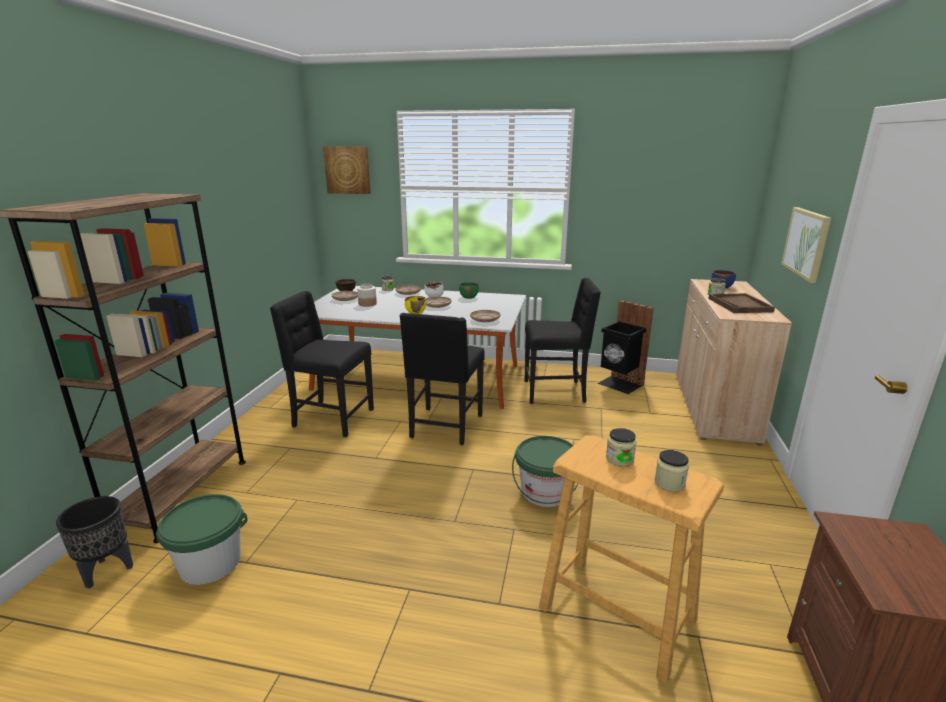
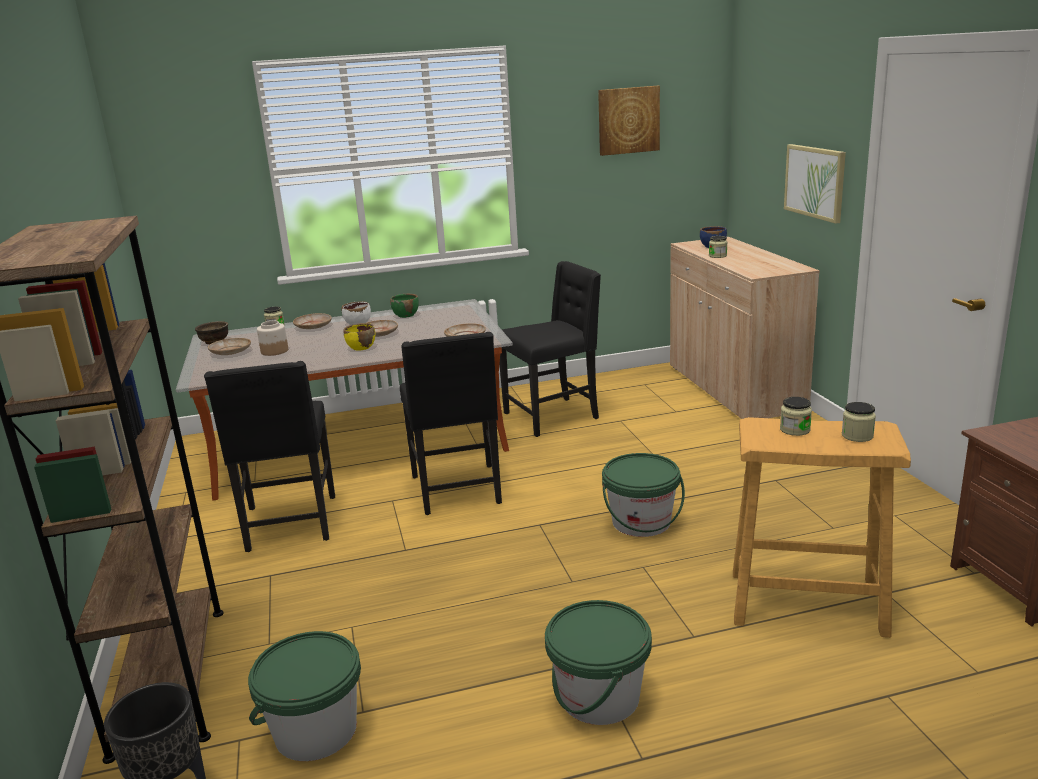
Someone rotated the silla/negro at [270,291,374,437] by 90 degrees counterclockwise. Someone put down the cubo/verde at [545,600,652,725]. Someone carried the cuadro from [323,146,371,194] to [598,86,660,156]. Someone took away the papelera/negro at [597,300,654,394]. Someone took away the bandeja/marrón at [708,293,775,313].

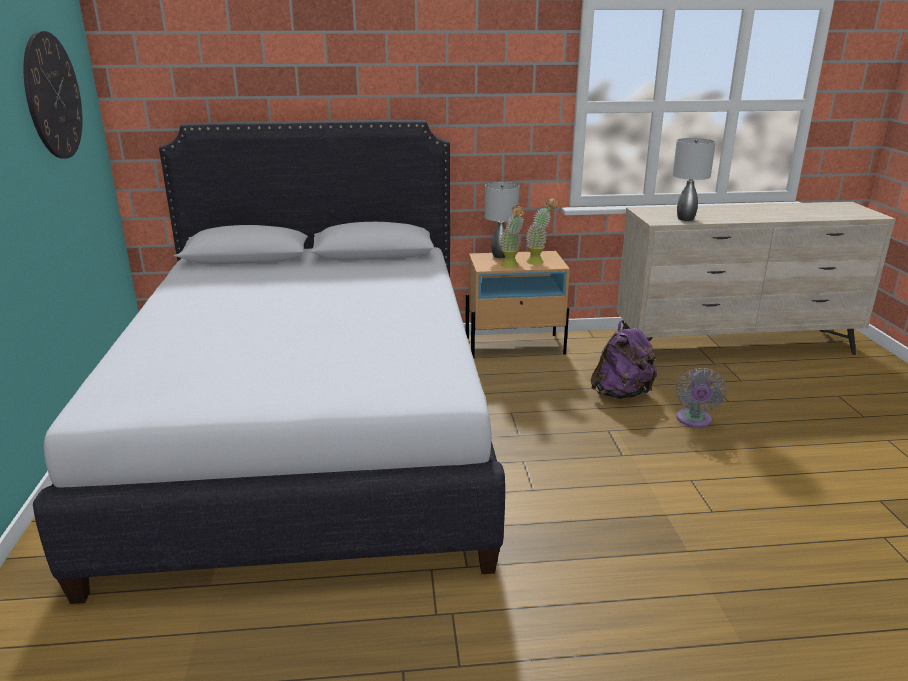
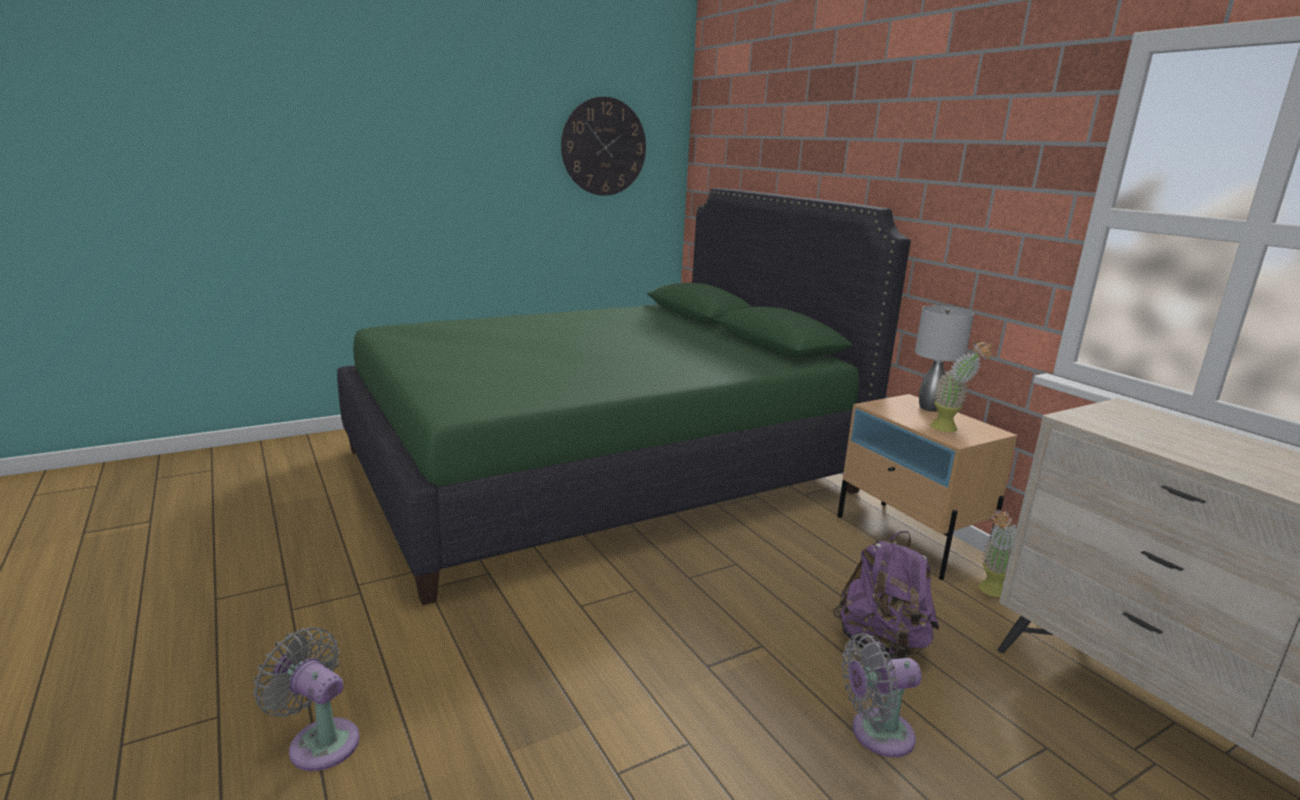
Someone put down the ventilador/gris at [253,627,360,771]. Someone repainted the cama/blanco at [33,120,505,604], which became the cama/verde at [337,188,911,605]. Someone carried the planta en maceta from [500,205,525,268] to [979,509,1016,597]. Someone took away the lámpara de mesa/gris at [672,138,716,221].

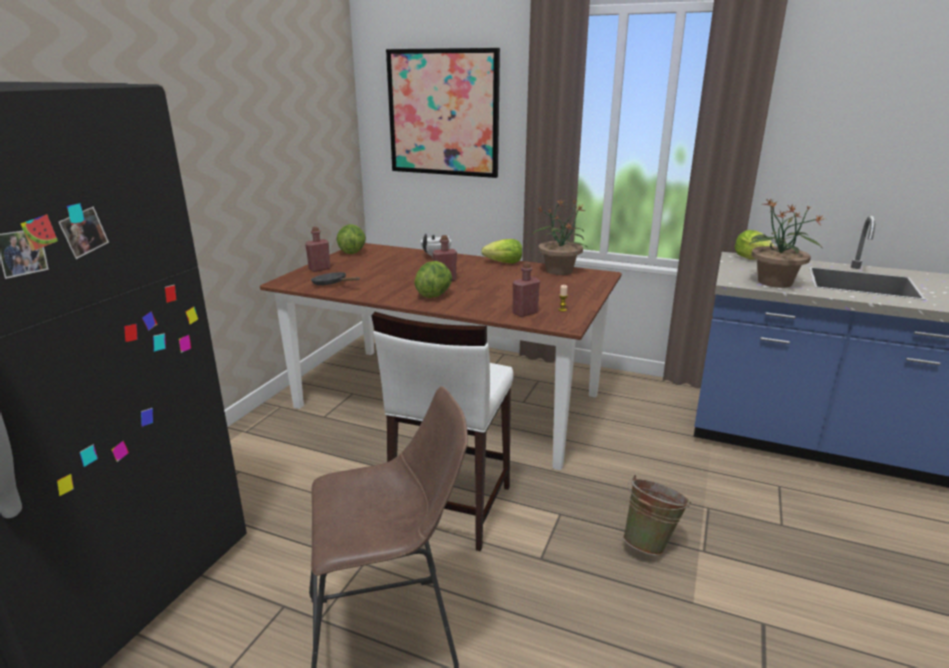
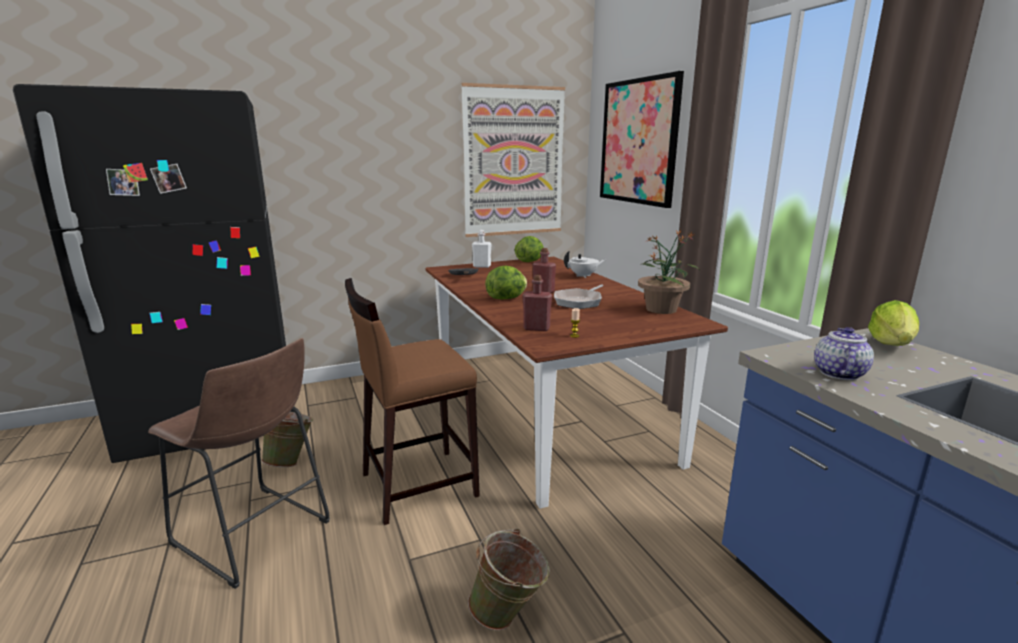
Someone put down the cubo/verde at [261,412,313,467]. Someone repainted the taburete/blanco at [371,312,514,551], which became the taburete/marrón at [345,278,480,525]. Someone put up the cuadro at [461,83,565,237]. Someone repainted the botella/rojo at [305,227,330,272], which became the botella/blanco at [472,230,492,268]. Someone put down the sartén at [554,284,603,309]. Someone swapped the planta en maceta at [749,199,823,288] for the tetera at [814,327,874,380]. Someone took away the lechuga at [481,239,522,264].

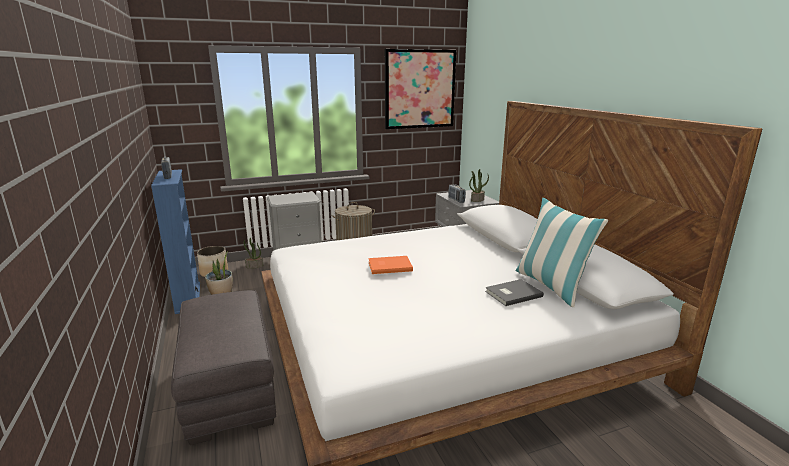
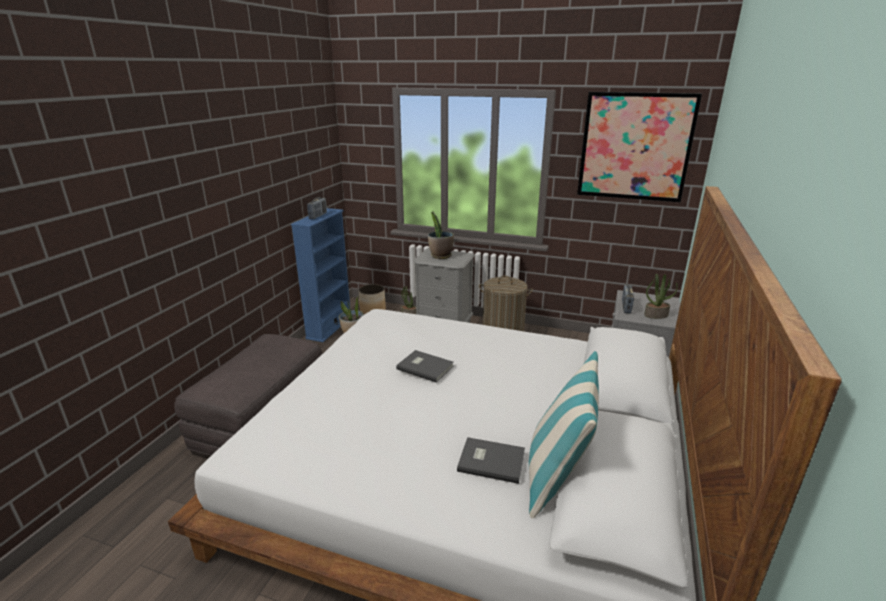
Someone repainted the libro/naranja at [368,256,413,274], which became the libro/gris at [396,350,454,383]. Someone put down the planta en maceta at [428,210,454,259].

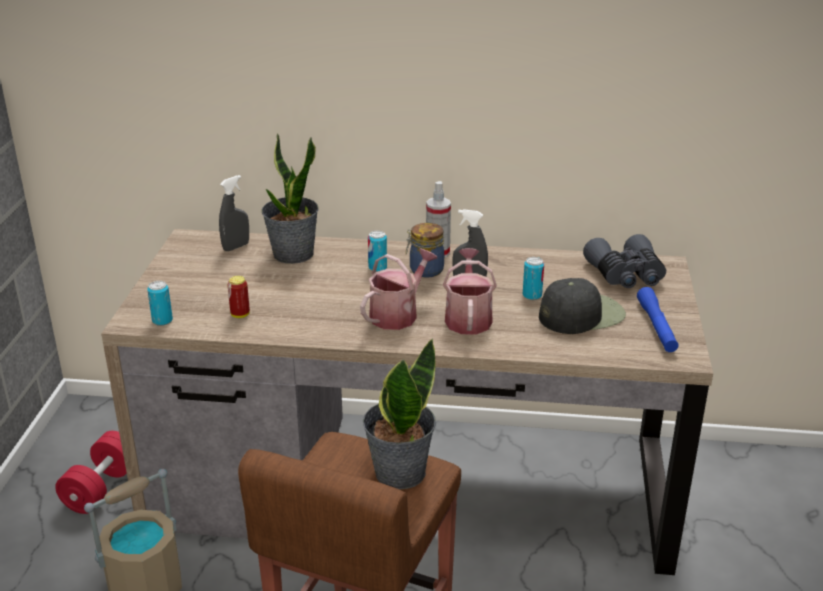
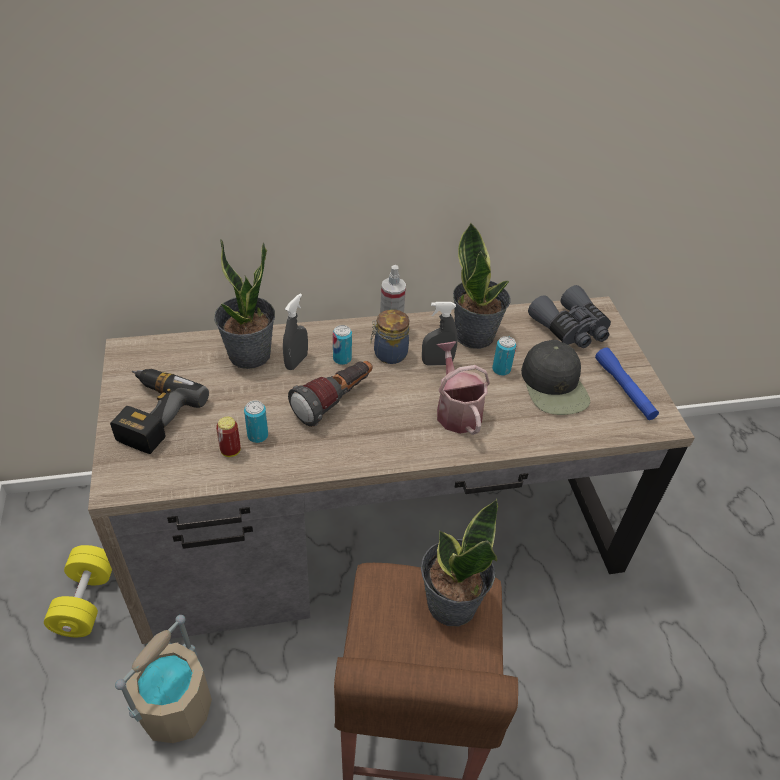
Someone repainted the mancuerna/rojo at [55,431,127,514], which became the mancuerna/amarillo at [44,545,112,637]. Someone put down the taladro at [110,369,209,454]. Someone carried the lata from [147,281,173,326] to [244,400,268,443]. Someone carried the pulverizador/gris from [219,175,249,251] to [283,293,308,370]. Someone put down the linterna at [288,361,373,427]. Someone put down the planta en maceta at [453,223,511,349]. Someone rotated the gorra/negro at [539,278,626,334] by 120 degrees clockwise. Someone took away the regadera at [360,248,437,330].

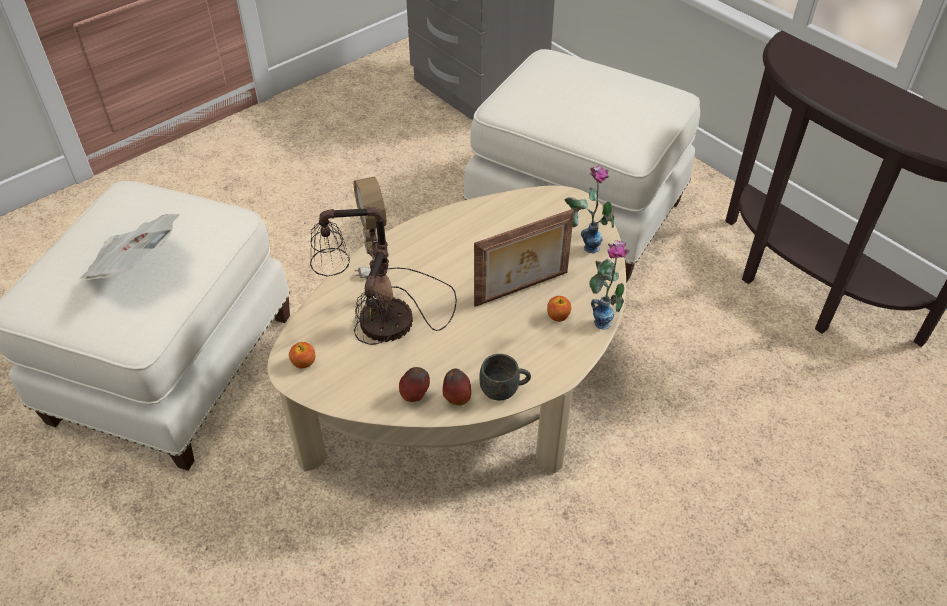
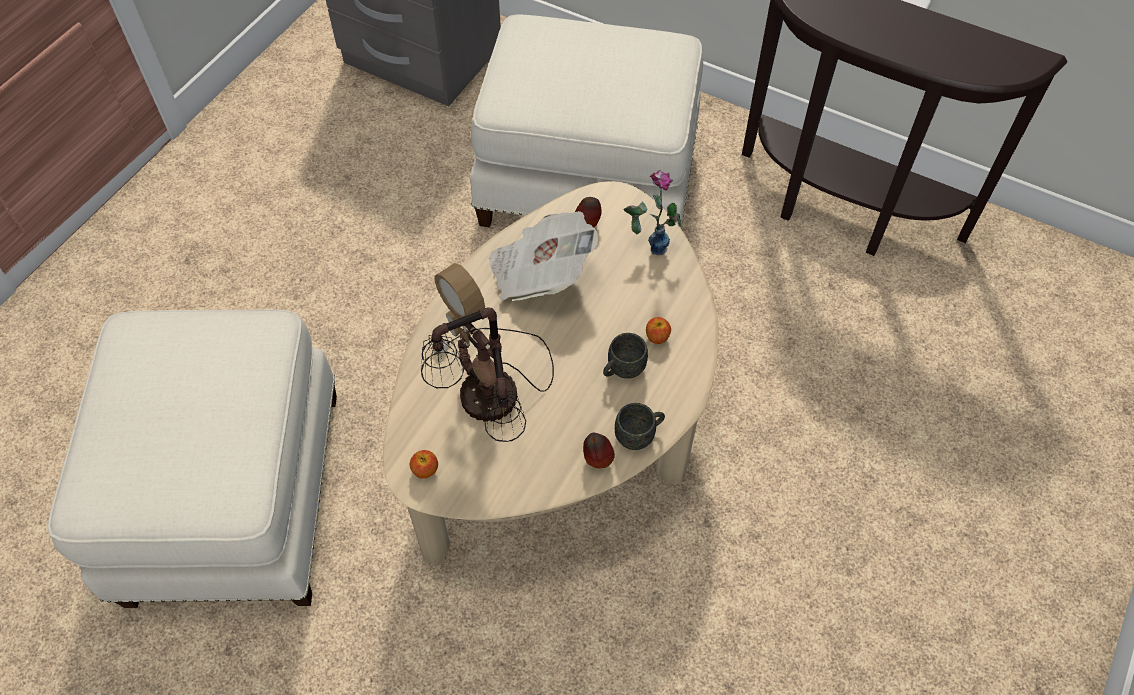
Someone carried the periódico from [80,214,179,280] to [489,211,598,301]. Someone carried the manzana from [399,367,430,402] to [575,197,602,227]. Someone put down the taza grande/gris at [603,333,648,379]. Someone took away the portarretratos at [474,209,574,307]. Someone took away the florero at [589,240,630,330].

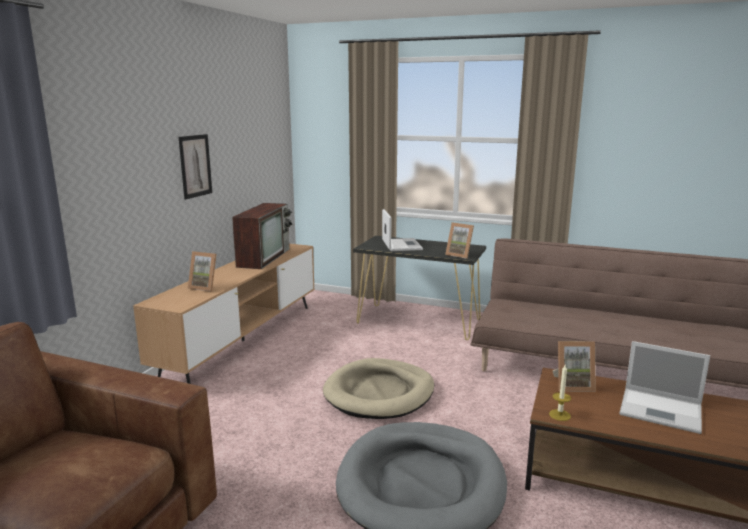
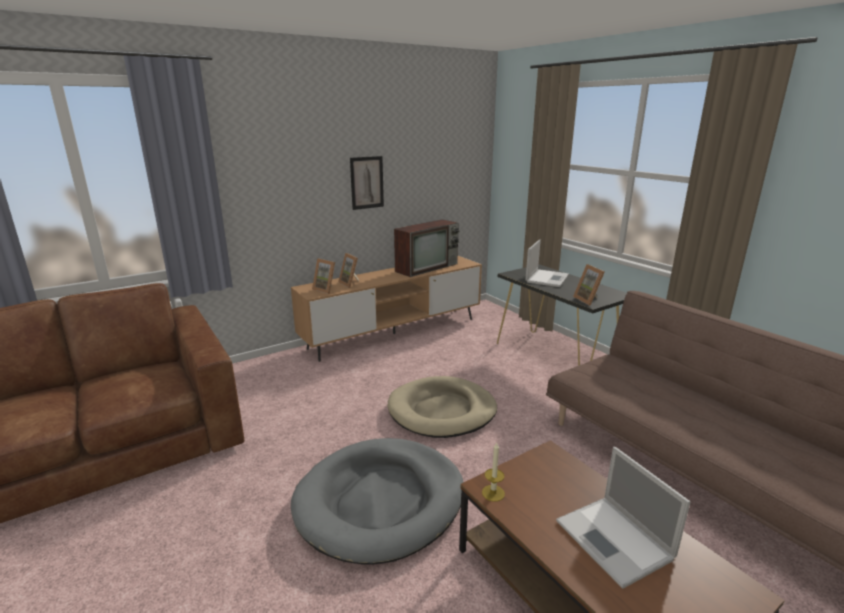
Someone carried the portarretratos from [553,341,596,392] to [312,258,335,294].

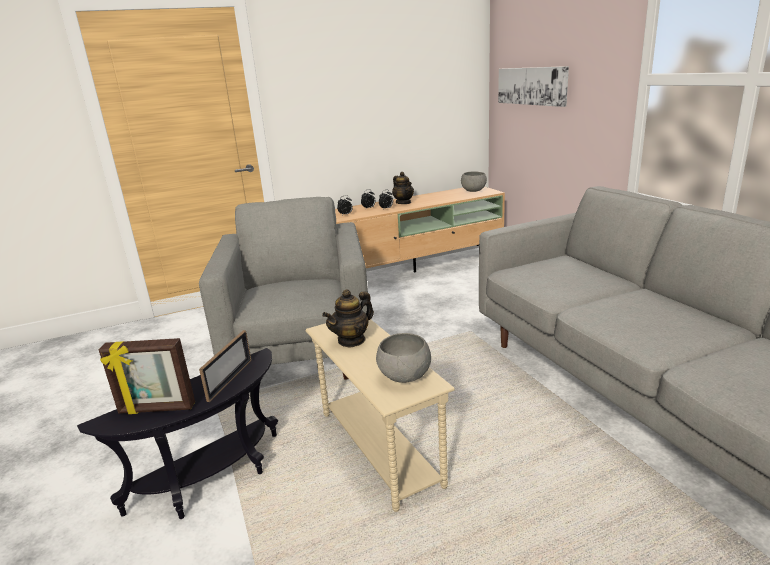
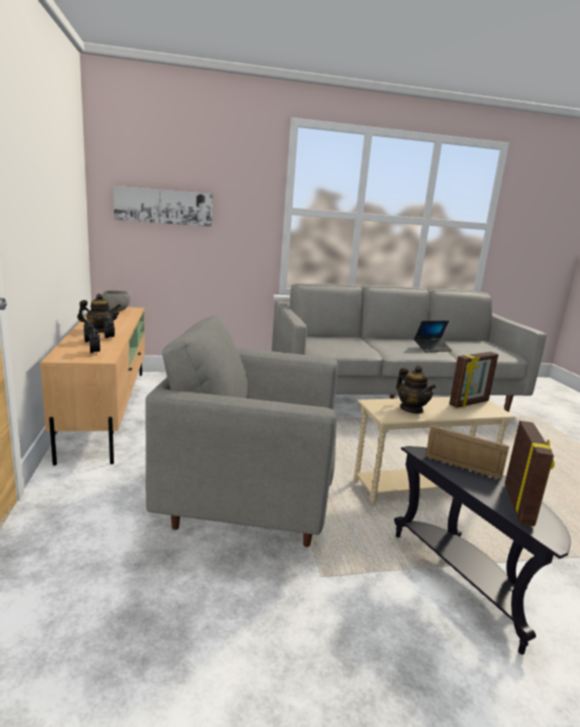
Someone put down the portátil at [414,321,452,352]. Someone swapped the cuenco/gris at [376,333,431,383] for the portarretratos at [449,352,499,408].

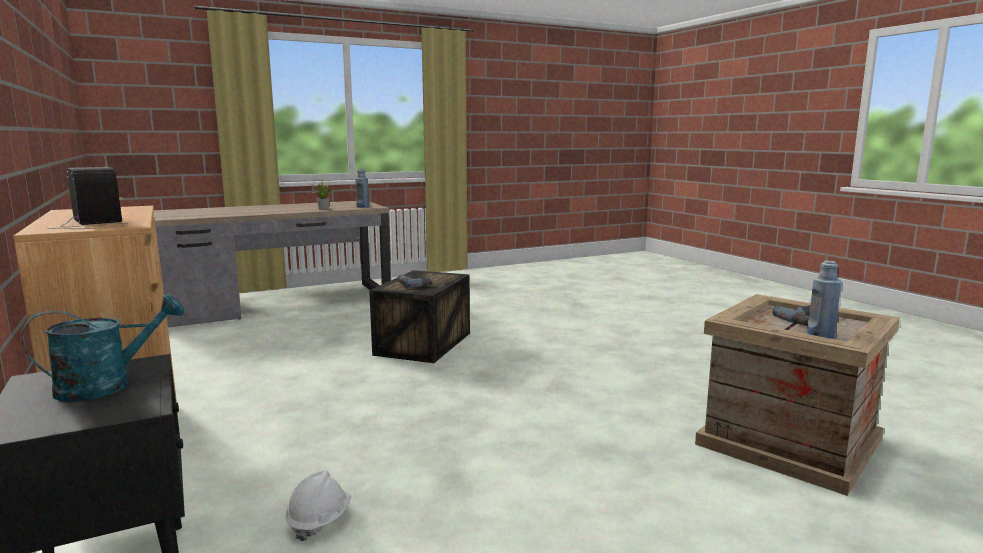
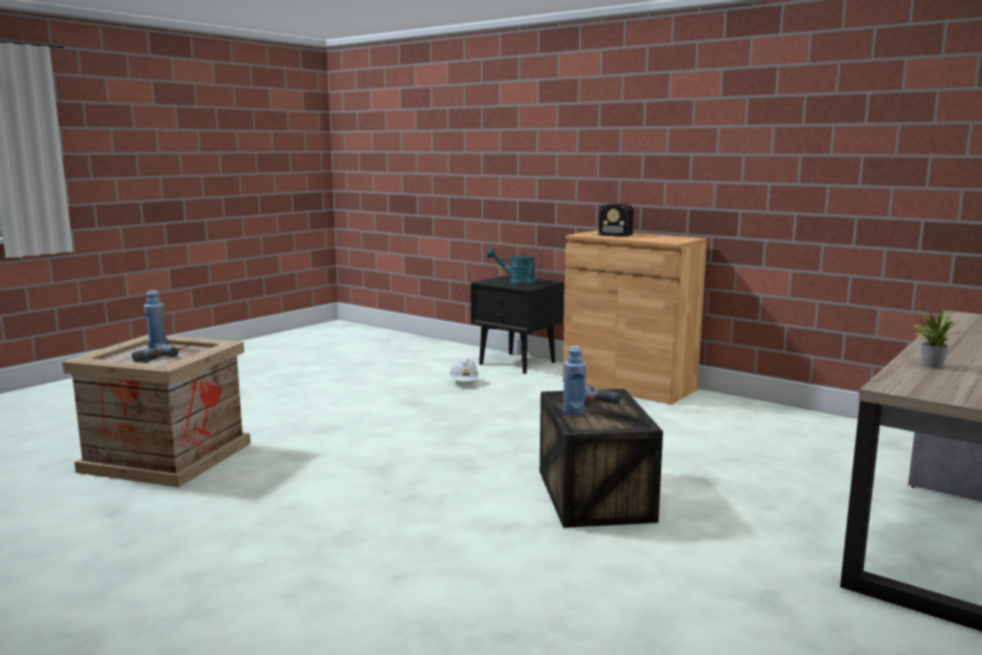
Someone rotated the regadera/turquesa at [22,294,184,402] by 75 degrees clockwise. Someone carried the botella/azul from [355,169,369,208] to [563,346,586,415].

